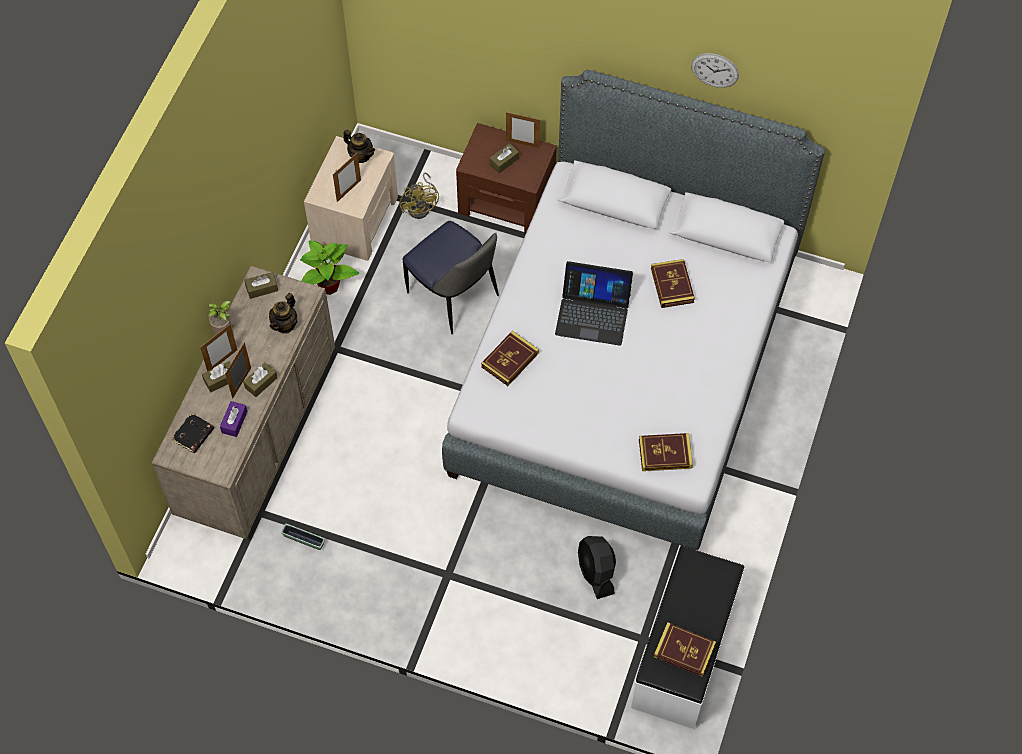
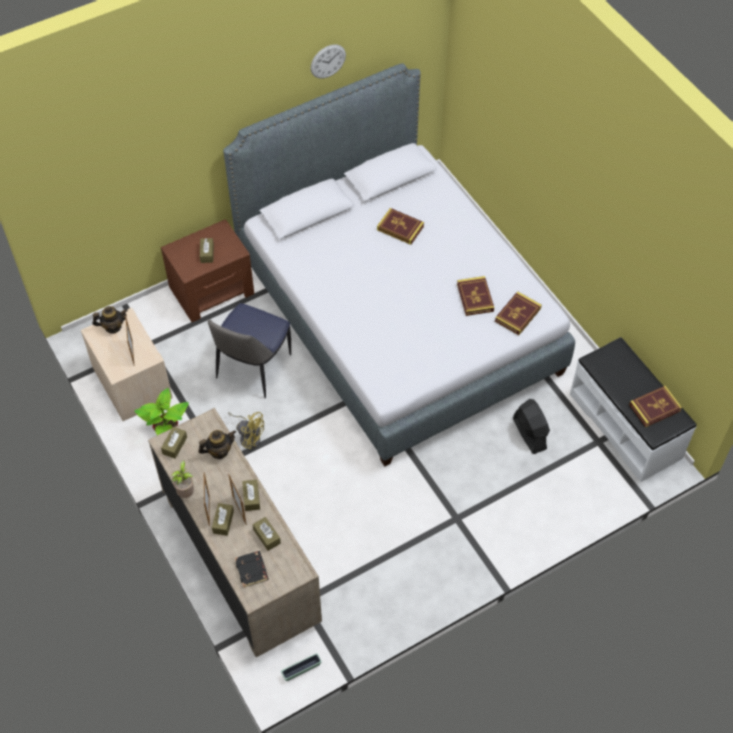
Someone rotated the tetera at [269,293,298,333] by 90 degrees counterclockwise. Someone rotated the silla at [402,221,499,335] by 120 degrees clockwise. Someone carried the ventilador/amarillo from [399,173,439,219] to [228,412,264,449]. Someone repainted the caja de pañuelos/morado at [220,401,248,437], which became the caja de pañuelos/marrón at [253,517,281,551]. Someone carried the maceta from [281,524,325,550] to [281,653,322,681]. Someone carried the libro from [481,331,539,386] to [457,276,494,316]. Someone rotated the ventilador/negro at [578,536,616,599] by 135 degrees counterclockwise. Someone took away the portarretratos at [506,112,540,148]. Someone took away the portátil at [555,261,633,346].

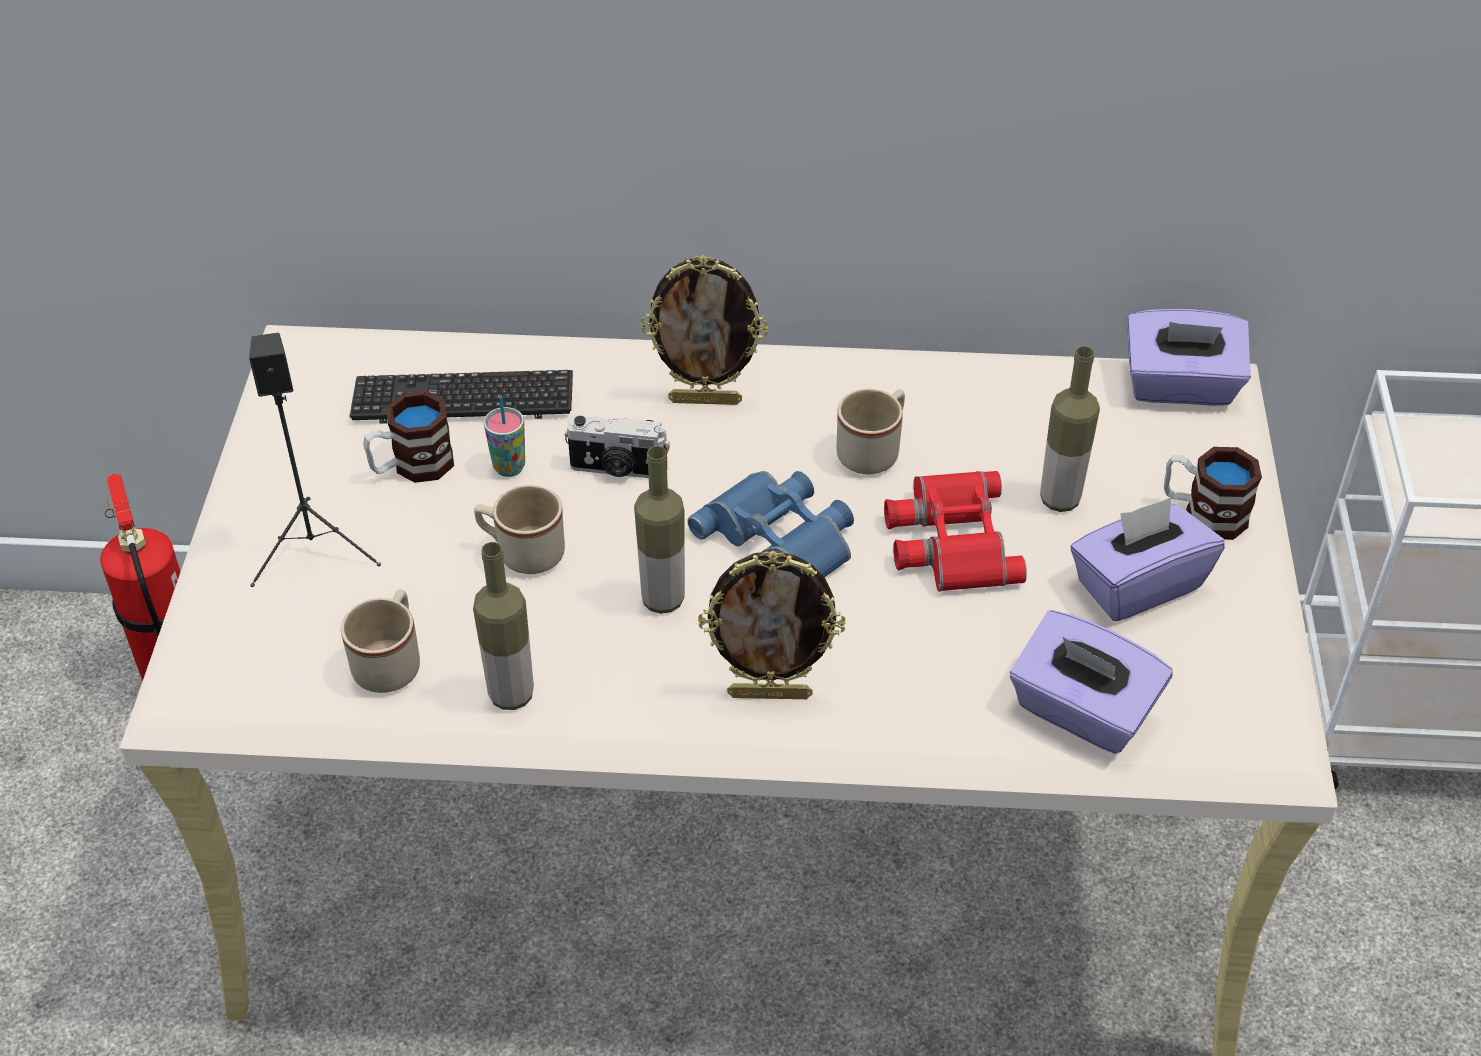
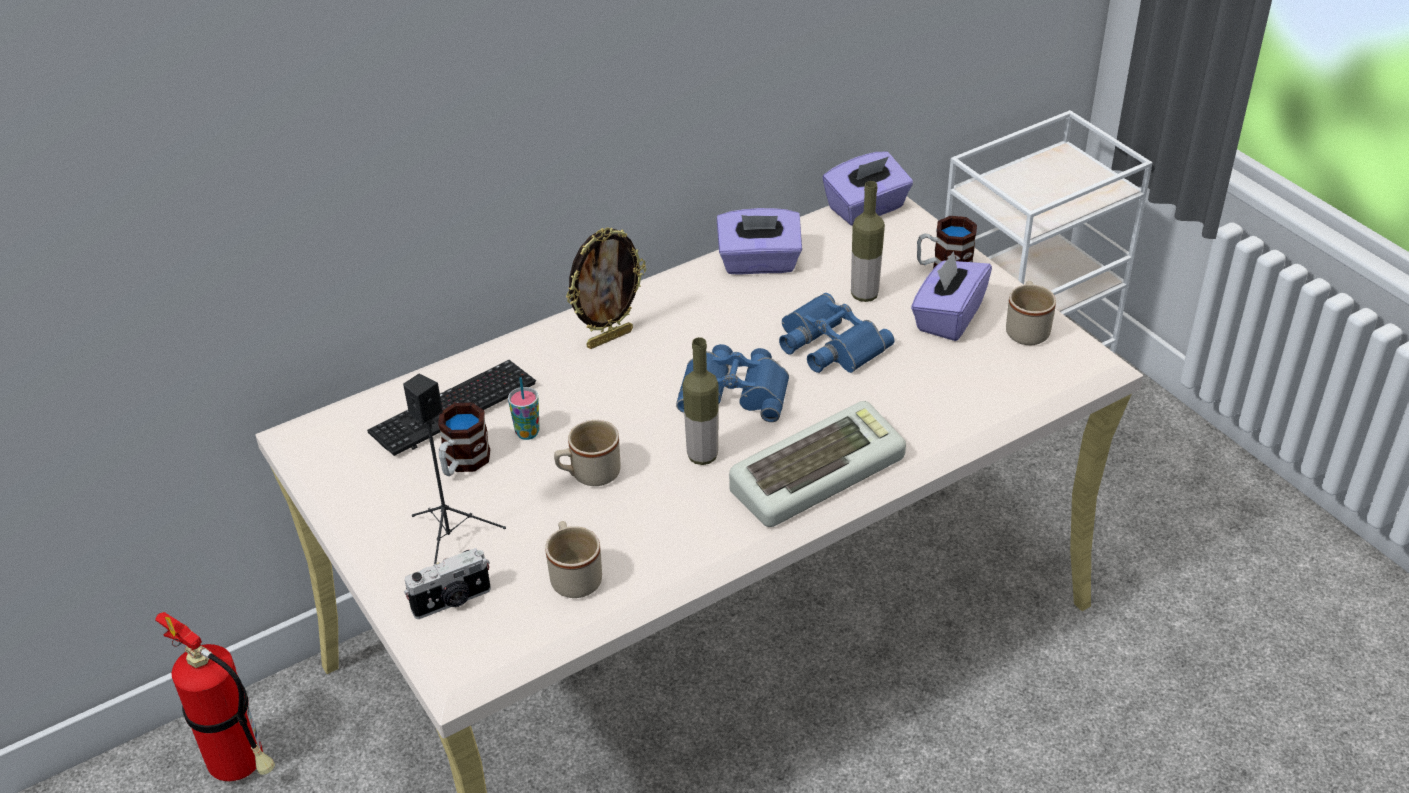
Someone carried the cámara from [565,416,670,478] to [404,548,491,619]. Someone carried the caja de pañuelos/morado from [1010,610,1173,754] to [717,208,802,275]. Someone swapped the portarretratos at [698,550,846,699] for the teclado at [729,401,906,527]. Someone repainted the prismáticos/rojo at [884,471,1027,592], which became the prismáticos/azul at [779,293,894,373]. Someone carried the taza grande/beis from [837,389,905,475] to [1006,281,1056,345]. Someone took away the botella at [473,542,534,710].

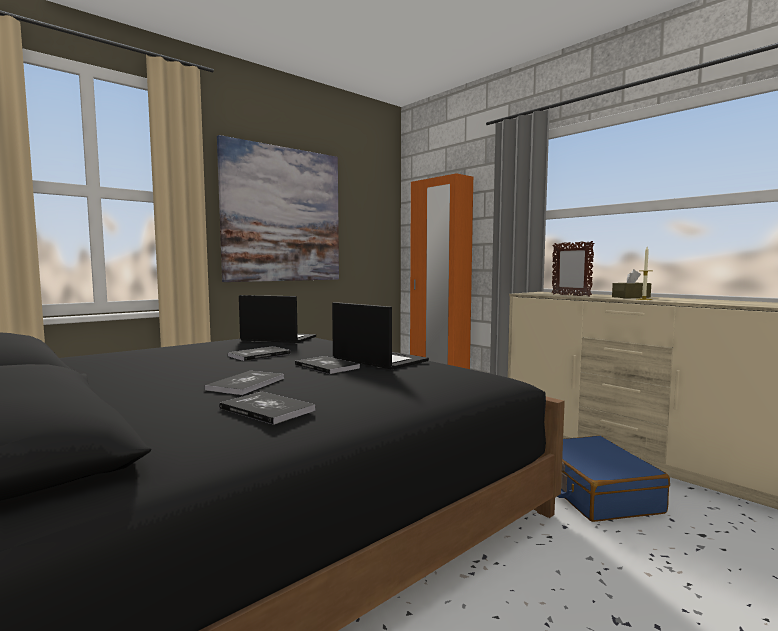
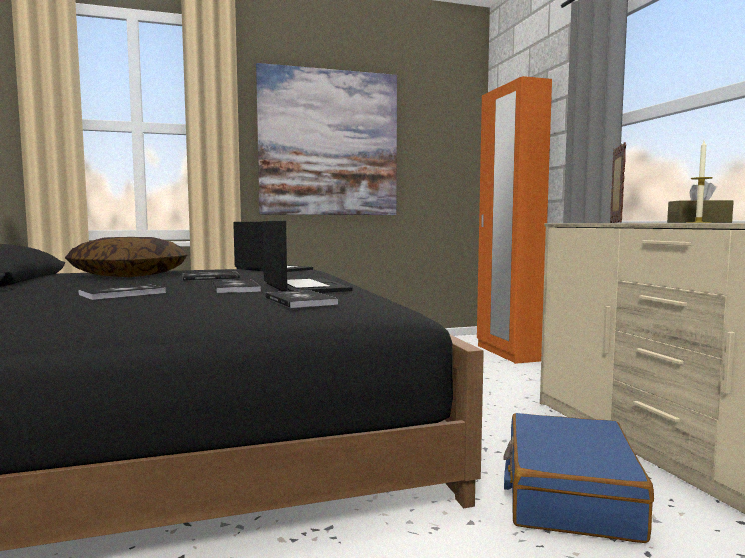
Someone put down the cojín at [65,237,187,277]. Someone carried the libro from [219,392,315,425] to [265,290,338,308]. Someone rotated the portarretratos at [552,241,594,297] by 150 degrees counterclockwise.

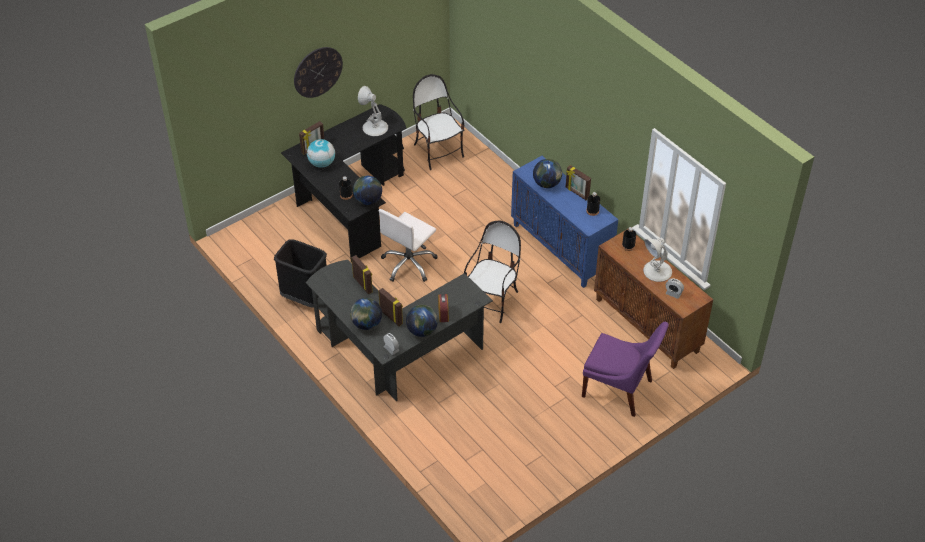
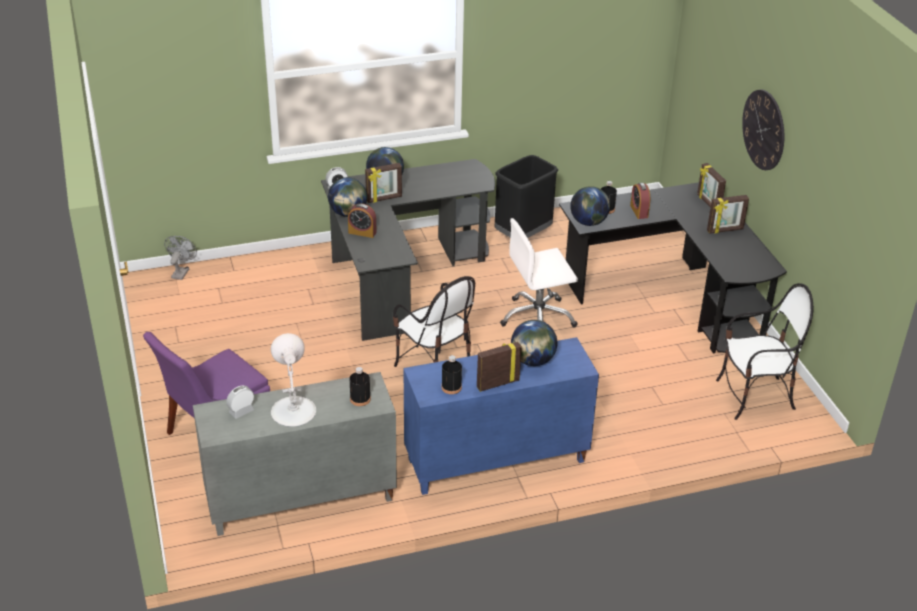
Someone put down the ventilador/gris at [164,236,197,280]. Someone repainted the armario/marrón at [594,228,713,369], which became the armario/gris at [193,372,397,536]. Someone rotated the silla de oficina/blanco at [379,209,438,282] by 75 degrees counterclockwise. Someone put down the despertador at [630,183,650,219]. Someone carried the portarretratos from [351,255,373,294] to [707,195,749,234]. Someone took away the globo terráqueo at [307,139,335,168]. Someone took away the lámpara de mesa/blanco at [358,86,388,136].

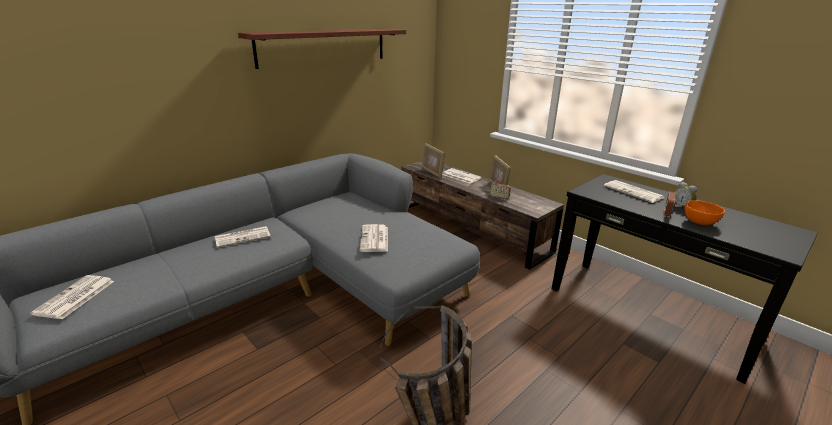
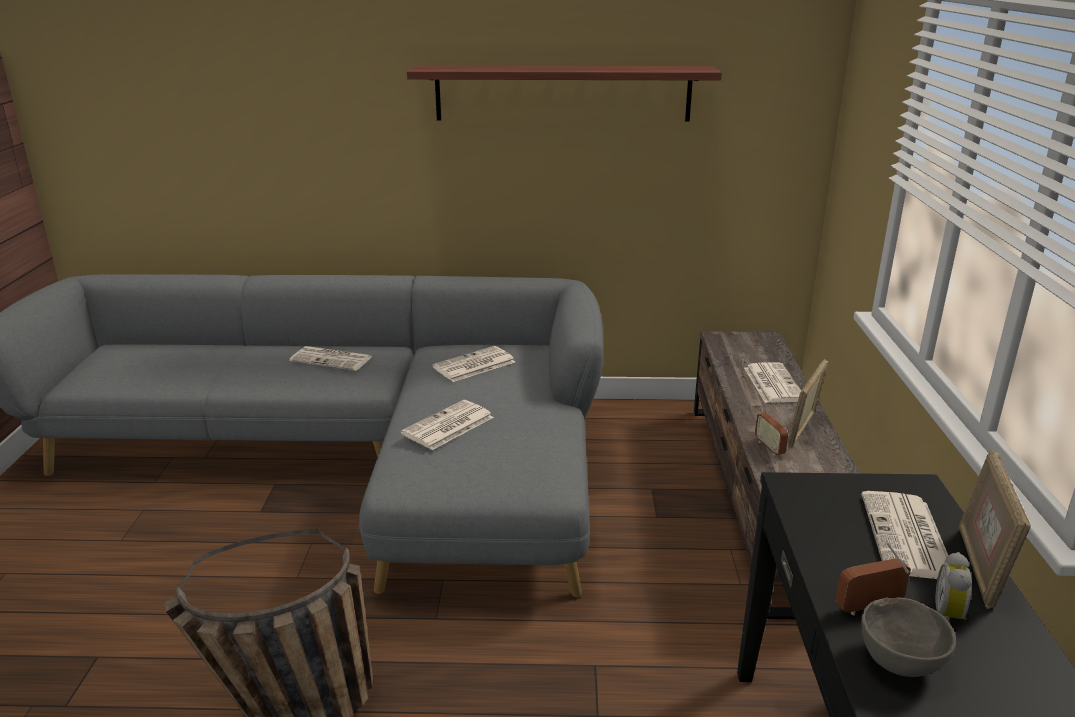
Someone carried the periódico from [30,275,114,319] to [432,346,515,382]. Someone repainted the cuenco/naranja at [685,200,725,225], which became the cuenco/gris at [861,597,956,677]. Someone carried the portarretratos from [422,143,445,179] to [959,450,1031,609].

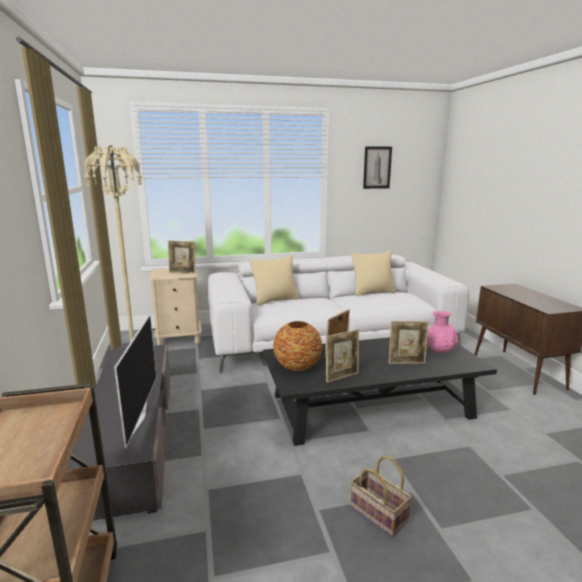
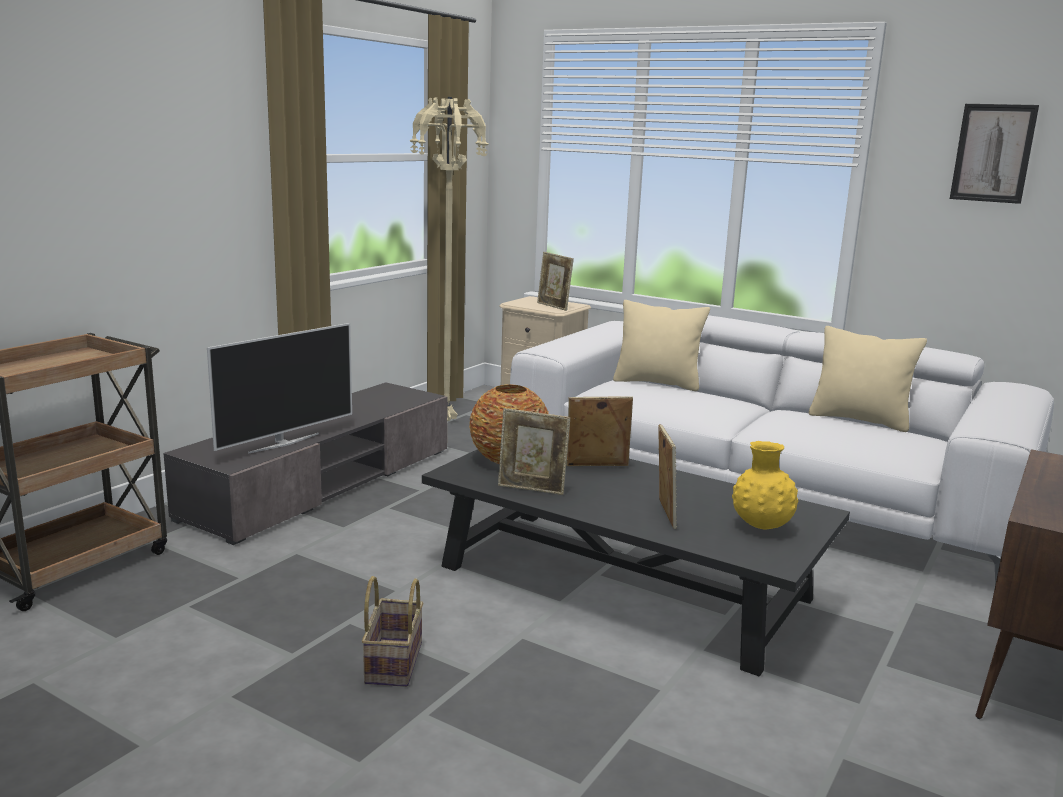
Someone rotated the portarretratos at [388,321,429,364] by 135 degrees counterclockwise. Someone repainted the florero/rosa at [427,311,458,353], which became the florero/amarillo at [732,441,799,529].

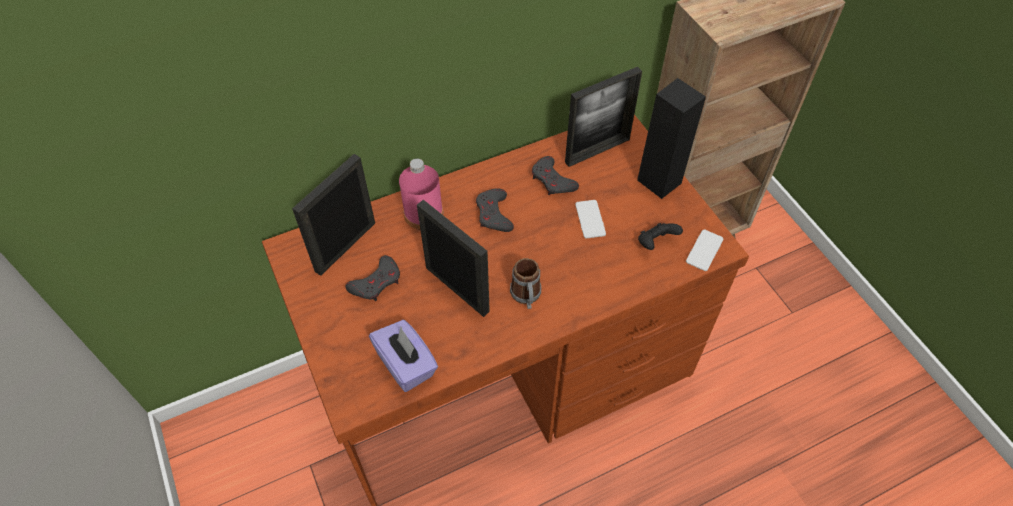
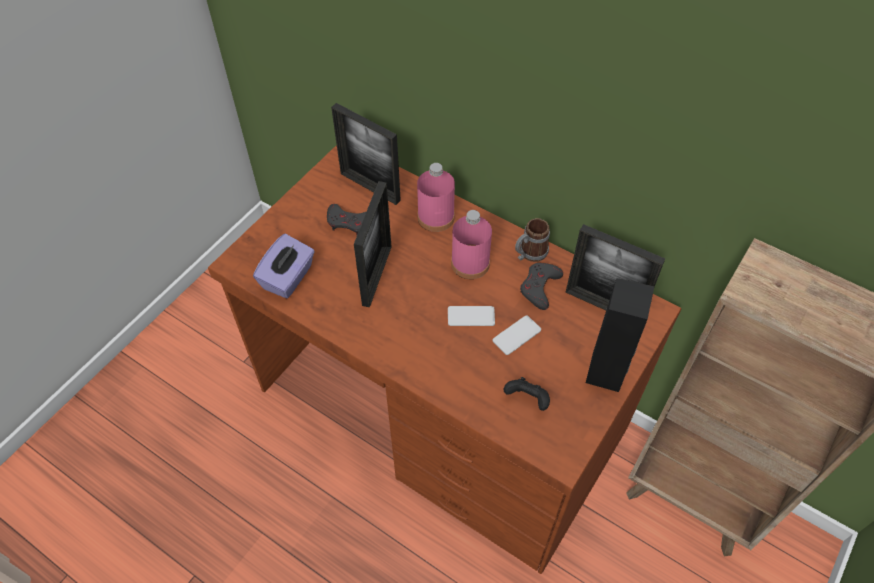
Someone rotated the portarretratos at [292,154,375,276] by 150 degrees counterclockwise. Someone carried the móvil from [686,230,723,271] to [448,306,495,326]. Someone swapped the mando de consola/gris at [476,188,514,232] for the botella/rosa at [451,210,492,279]. Someone carried the taza grande from [510,258,541,309] to [515,218,550,262].

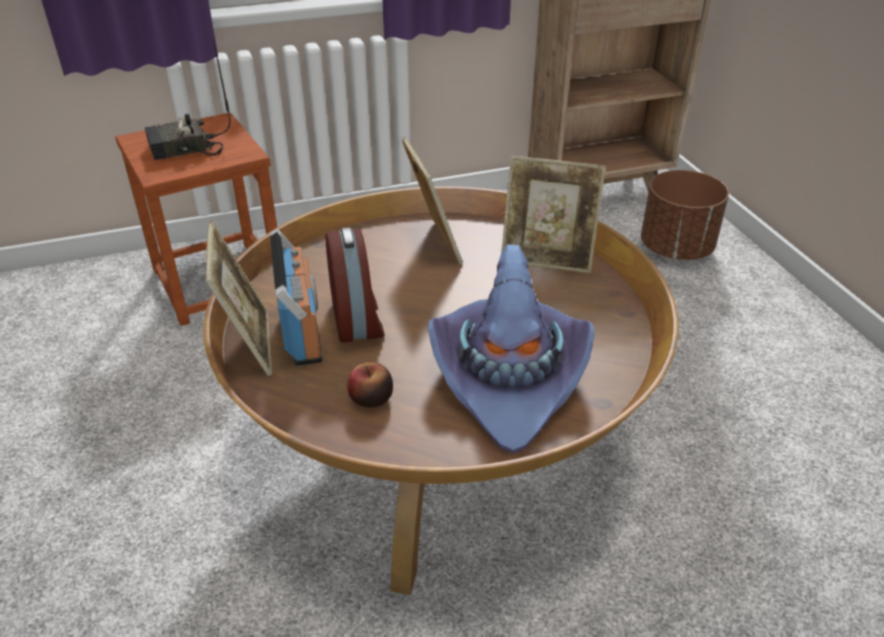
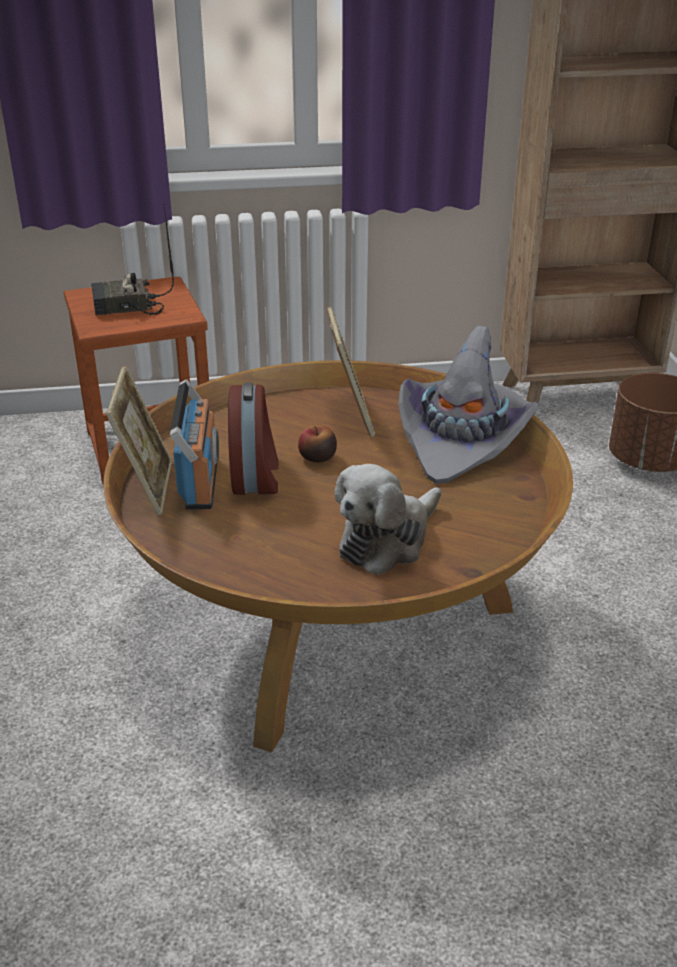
Someone carried the manzana from [347,362,393,407] to [298,425,337,462]. Someone swapped the sombrero/morado at [428,244,595,454] for the peluche at [334,464,441,575]. Someone swapped the portarretratos at [501,156,606,273] for the sombrero/gris at [398,326,539,484].

